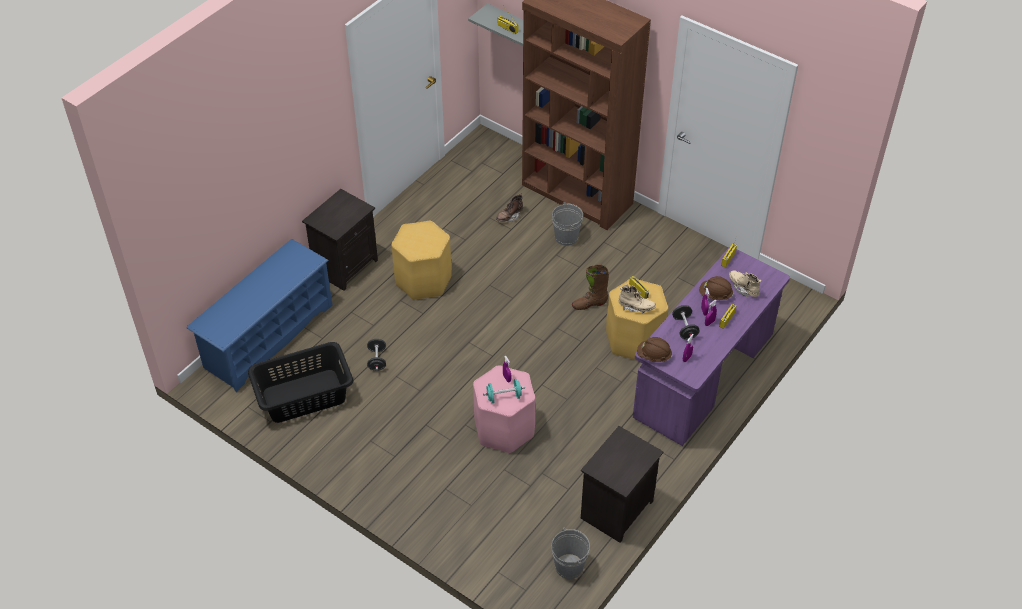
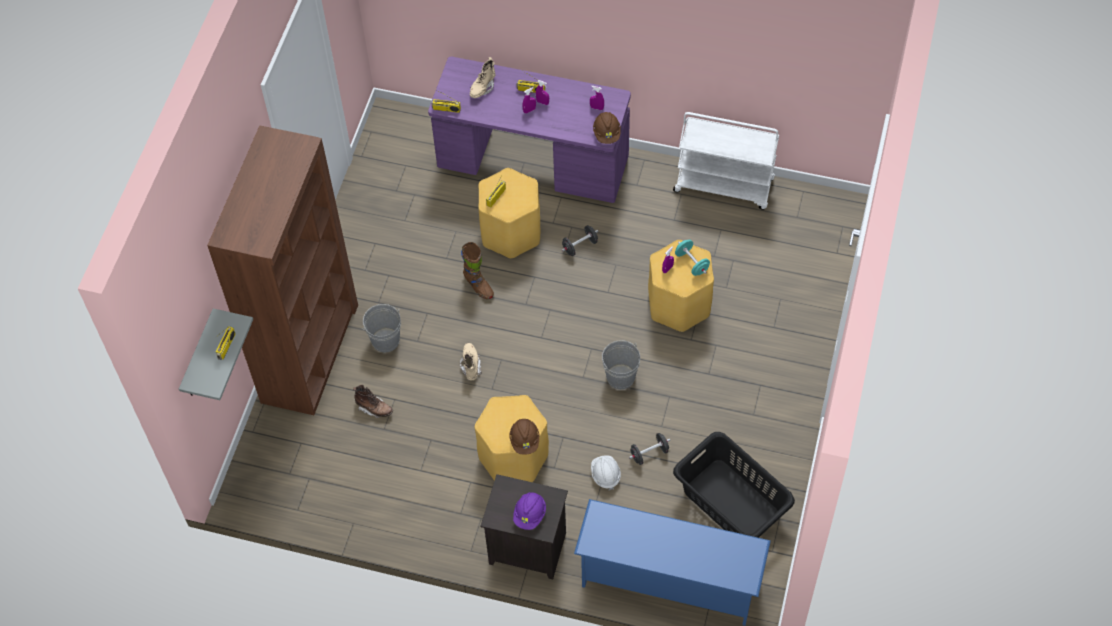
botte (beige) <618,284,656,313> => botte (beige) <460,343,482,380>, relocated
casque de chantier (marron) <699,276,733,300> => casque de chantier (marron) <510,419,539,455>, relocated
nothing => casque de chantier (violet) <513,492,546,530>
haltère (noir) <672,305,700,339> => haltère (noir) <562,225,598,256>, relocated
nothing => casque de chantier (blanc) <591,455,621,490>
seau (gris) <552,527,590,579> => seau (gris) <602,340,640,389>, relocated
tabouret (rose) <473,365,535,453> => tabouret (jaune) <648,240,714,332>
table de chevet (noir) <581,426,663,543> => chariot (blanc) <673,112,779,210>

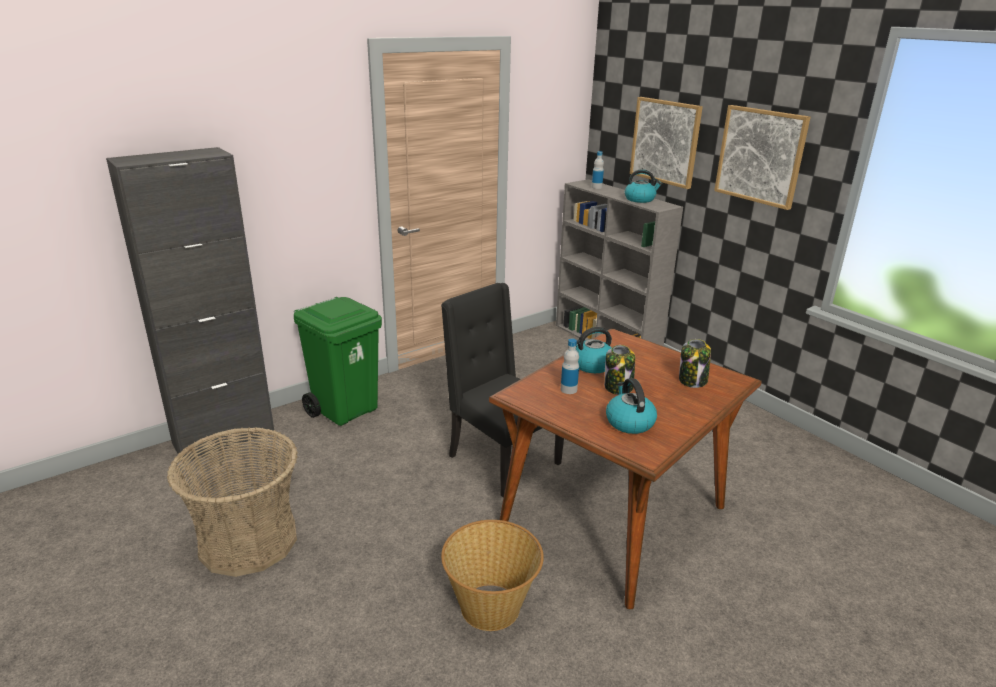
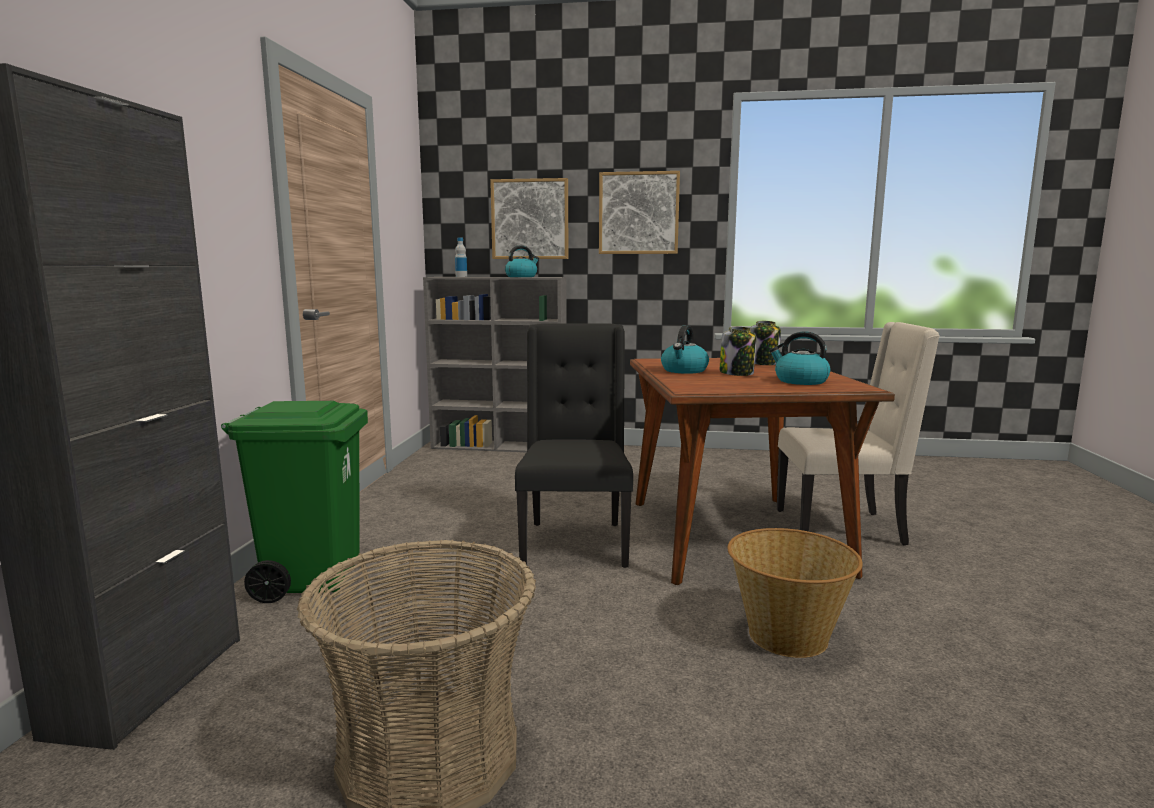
chaise (noir) <441,283,564,498> => chaise (noir) <515,323,633,568>, 90 degrees clockwise
nothing => chaise (beige) <777,322,940,546>
bouteille <561,339,579,394> => nothing

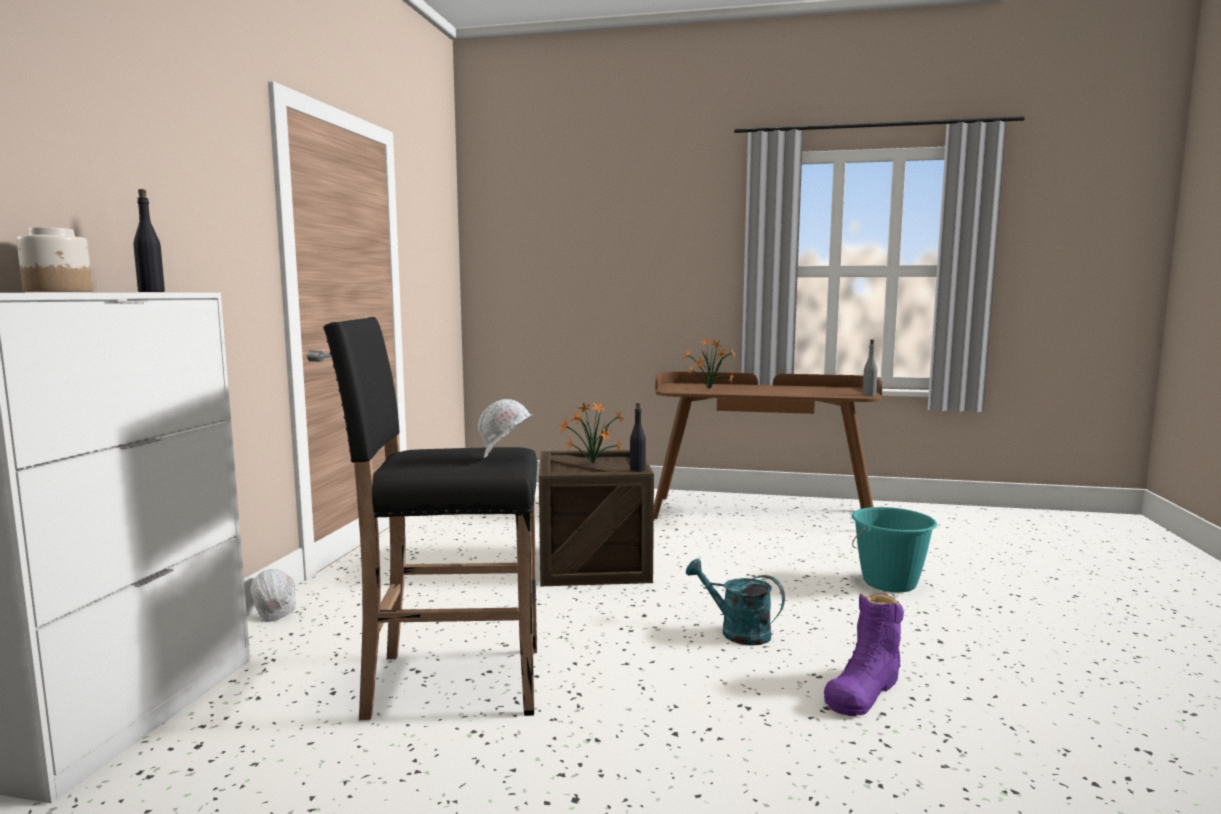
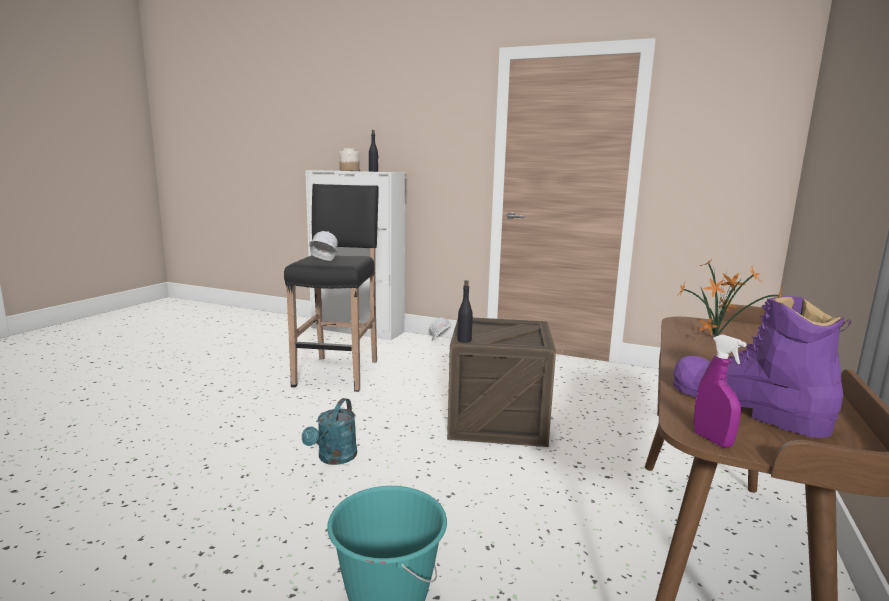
arrosoir (turquoise) <686,559,785,646> => arrosoir (turquoise) <302,398,357,465>, 150 degrees clockwise
botte (violet) <824,593,904,716> => botte (violet) <673,296,851,438>, relocated
bouteille (gris) <863,340,877,396> => vaporisateur (violet) <693,334,746,448>
plante en pot <559,402,624,464> => nothing

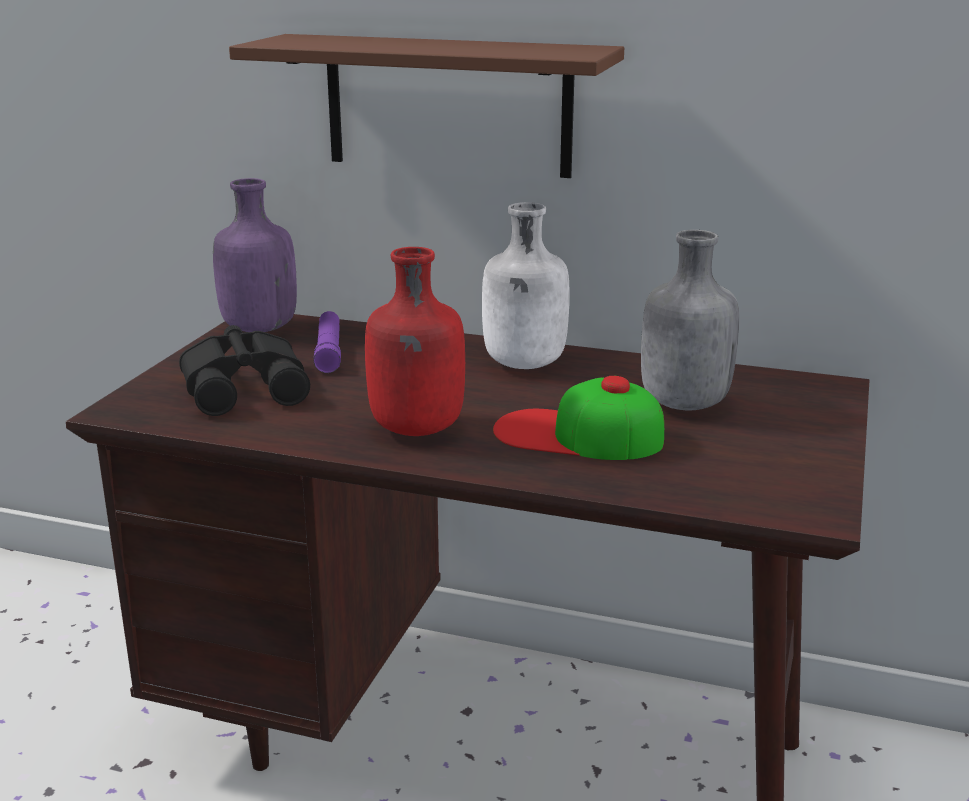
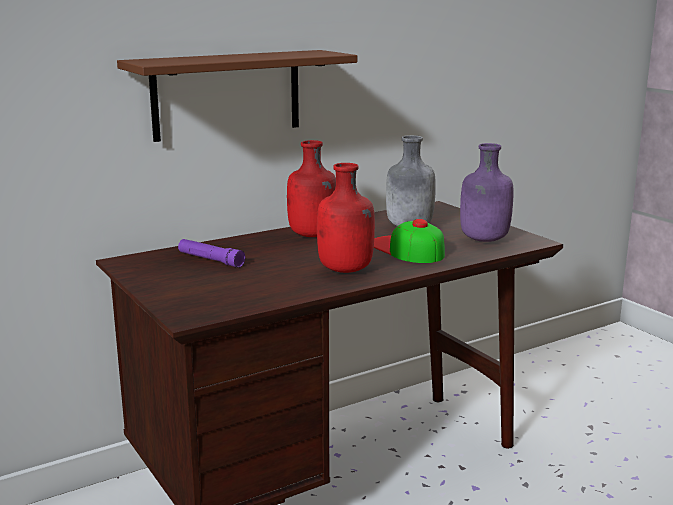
bouteille (blanc) <482,202,570,369> => bouteille (rouge) <287,140,336,237>
casquette <493,376,664,460> => casquette <374,219,445,263>, 90 degrees clockwise
bouteille (violet) <213,178,297,332> => bouteille (violet) <460,143,514,242>, relocated
jumelles (noir) <179,325,310,416> => nothing

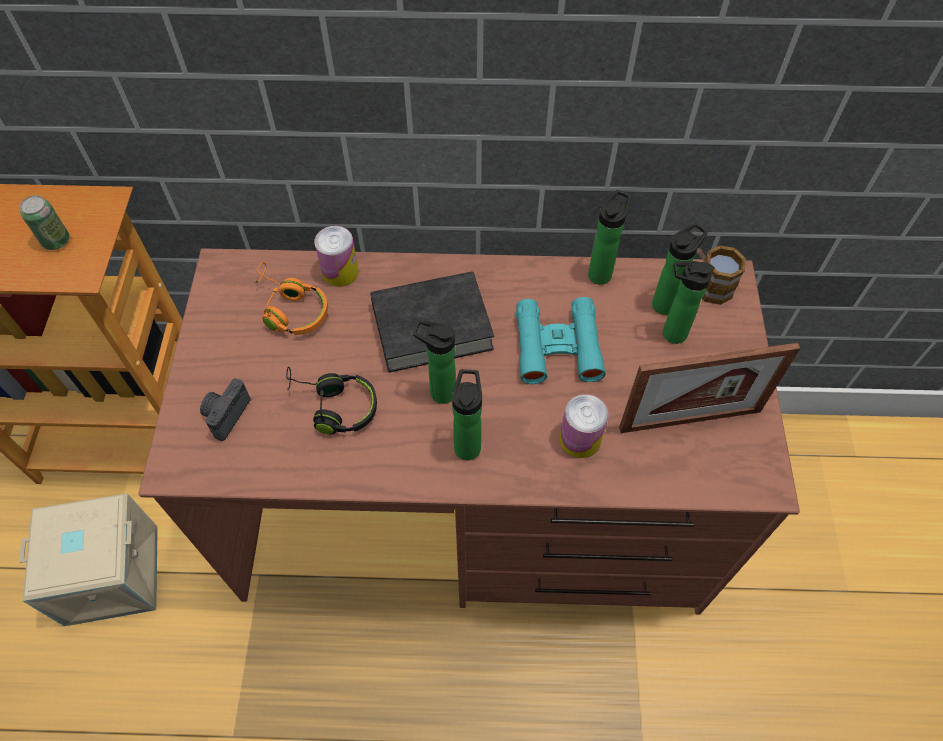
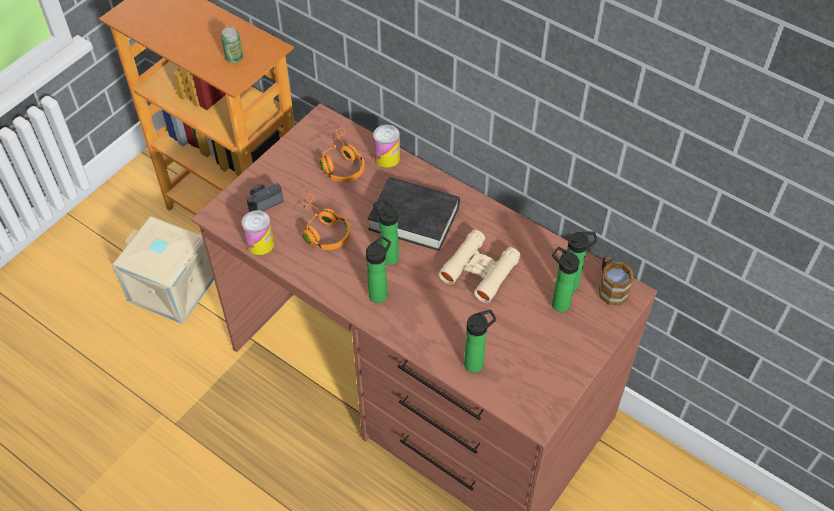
boîte métallique <560,394,609,458> => boîte métallique <242,210,274,255>, relocated
casque audio (noir) <286,367,377,434> => casque audio (orange) <302,194,351,250>
jumelles (turquoise) <516,297,606,384> => jumelles (beige) <438,230,521,303>
bouteille <588,190,631,285> => bouteille <464,309,496,373>, relocated
cadre photo <619,343,800,433> => nothing

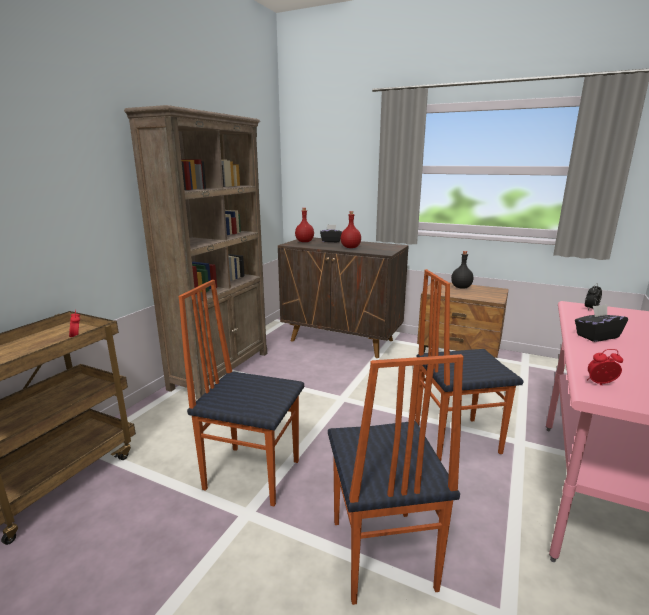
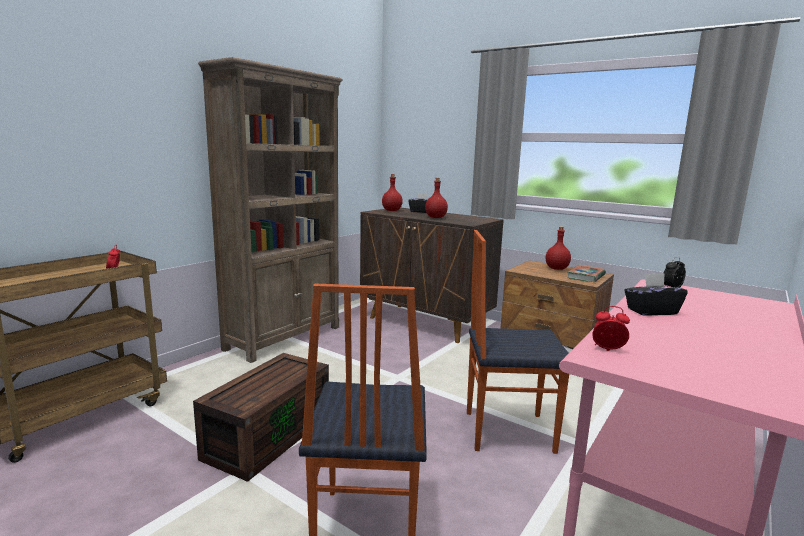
chaise <178,280,304,507> => boîte de rangement (marron) <193,353,329,482>
bouteille (noir) <451,251,473,289> => bouteille (rouge) <546,227,571,270>
nothing => livre <567,265,606,282>

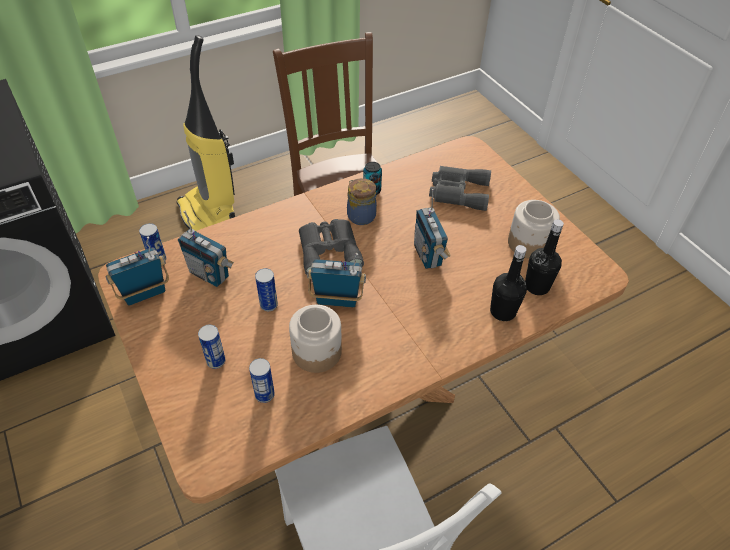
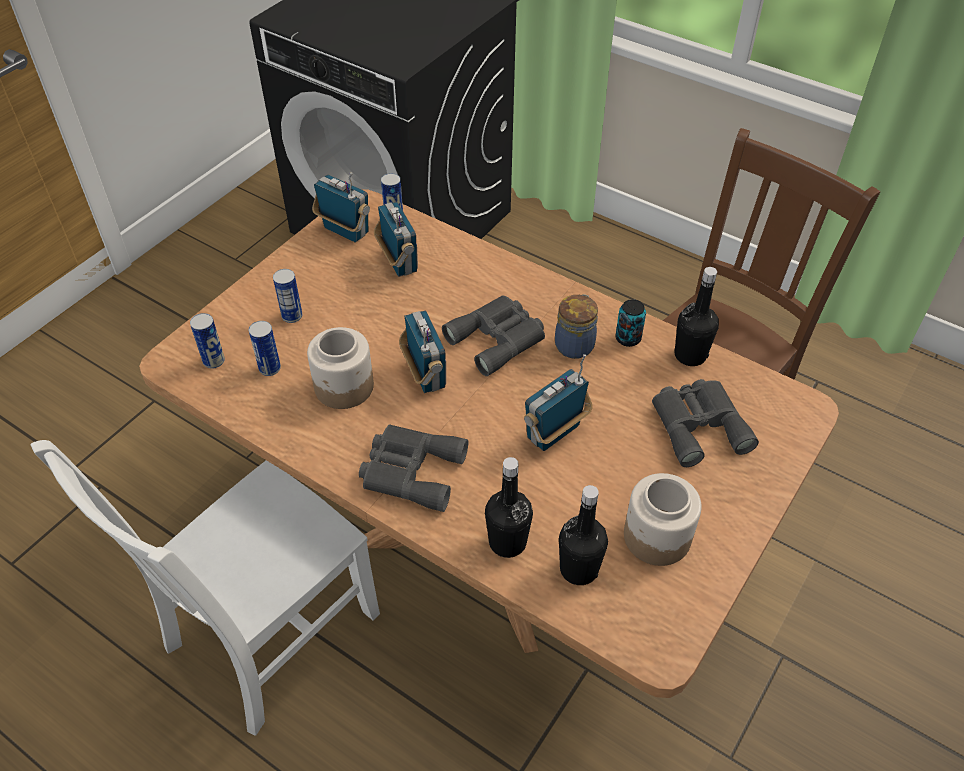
boîte métallique <255,268,278,311> => boîte métallique <190,313,225,369>, relocated
nothing => jumelles (gris) <359,424,468,512>
radio <178,211,234,287> => radio <374,202,418,277>, 150 degrees clockwise
nothing => bouteille (noir) <675,267,719,366>
aspirateur <177,35,235,231> => nothing

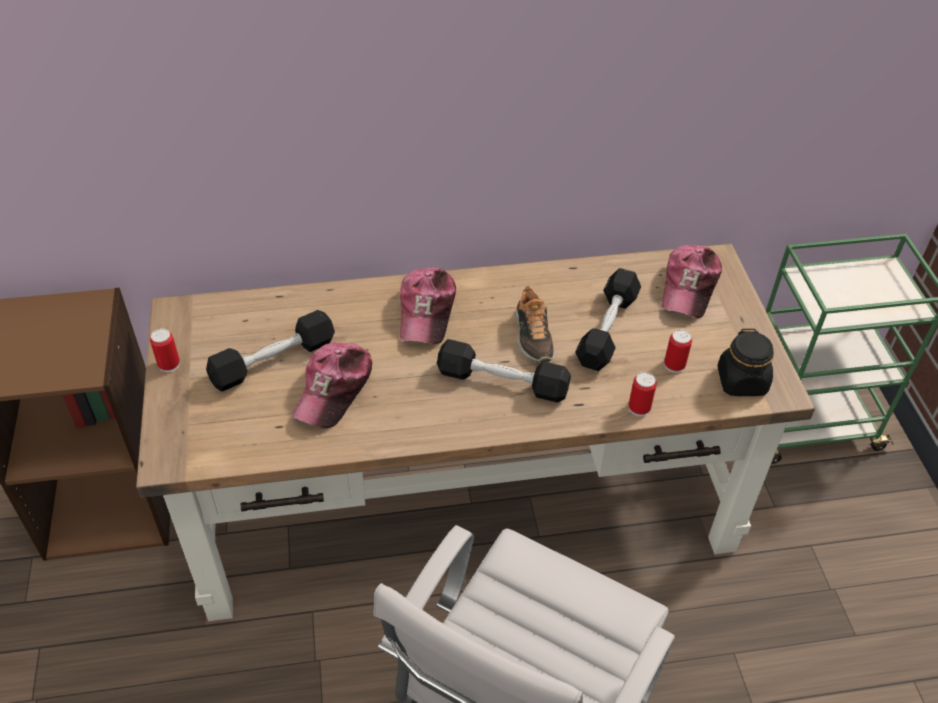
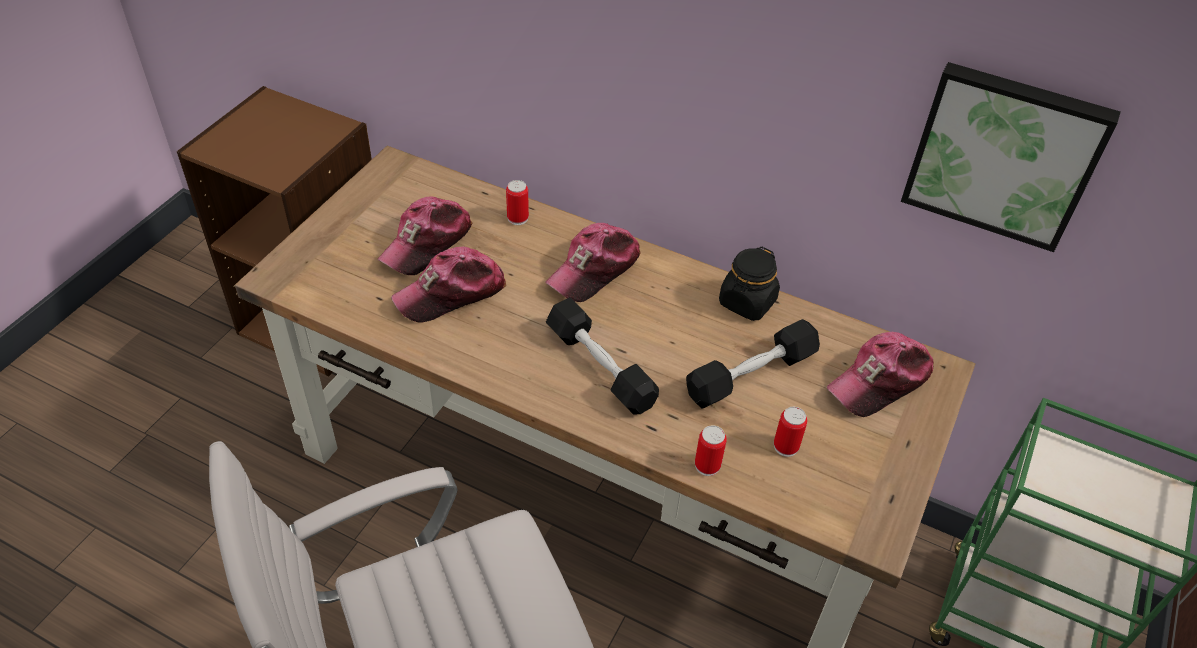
haltère (noir) <206,310,335,392> => casquette <377,196,472,275>
boîte métallique <150,328,180,372> => boîte métallique <506,180,529,225>, relocated
bocal (noir) <717,329,774,396> => bocal (noir) <719,247,780,321>, relocated
nothing => tableau <901,62,1121,252>
chaussure <516,286,555,362> => nothing

